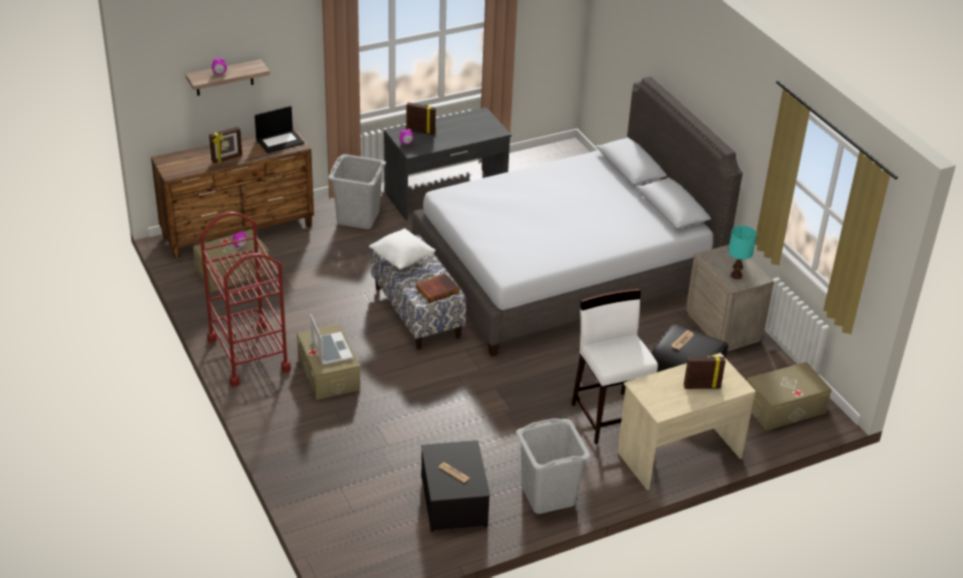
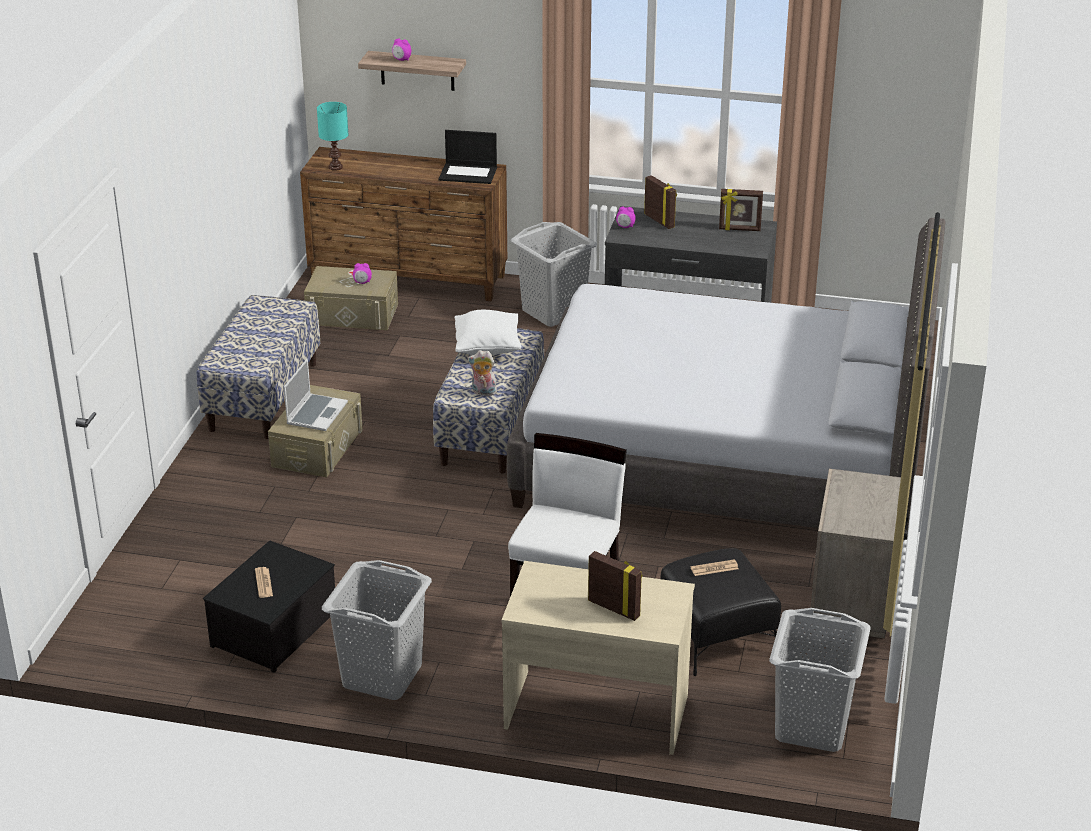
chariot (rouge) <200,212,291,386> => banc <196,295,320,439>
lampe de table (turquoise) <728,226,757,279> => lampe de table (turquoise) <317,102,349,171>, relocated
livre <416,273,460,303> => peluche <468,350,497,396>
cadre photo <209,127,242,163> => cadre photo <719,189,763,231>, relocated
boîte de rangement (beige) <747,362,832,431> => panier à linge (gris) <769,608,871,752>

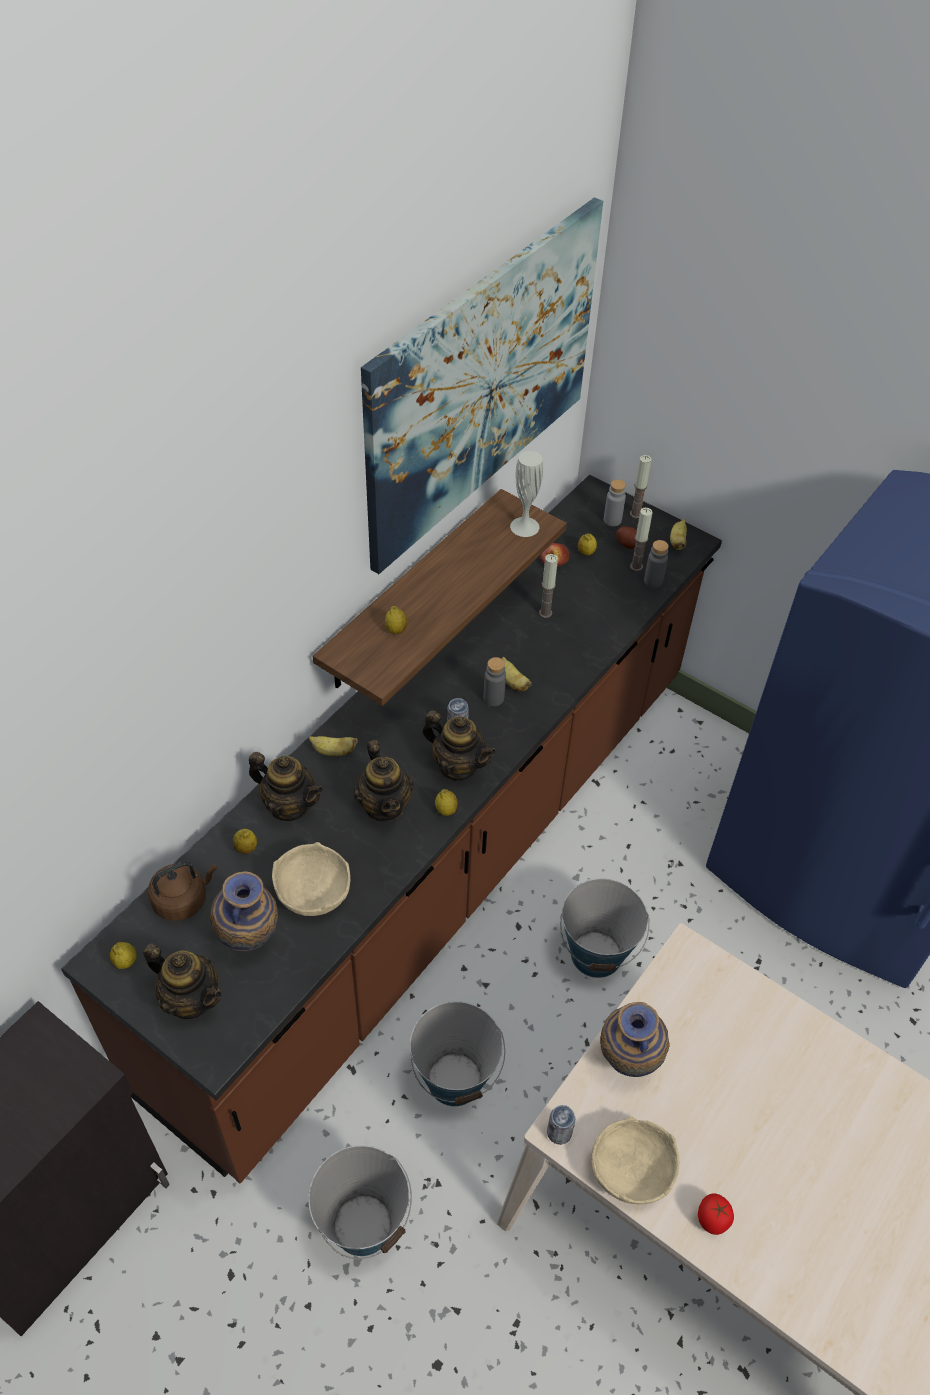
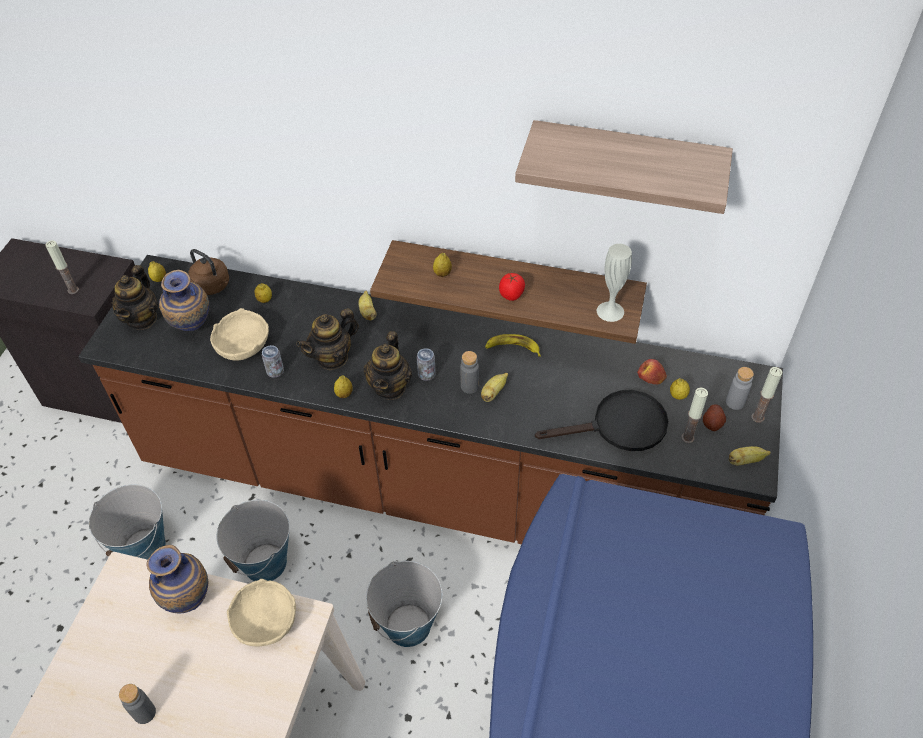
bougie <539,554,558,618> => bougie <45,241,79,294>, relocated
bouteille (gris) <644,540,669,588> => bouteille (gris) <119,684,156,724>, relocated
bol (beige) <591,1117,680,1204> => bol (beige) <227,579,296,646>, relocated
boîte métallique <547,1105,575,1145> => boîte métallique <262,345,284,378>, relocated
nothing => banane <485,334,541,357>
tomate <698,1194,734,1235> => tomate <499,273,525,301>, relocated
tableau <361,197,603,574> => étagère <515,120,733,214>
nothing => poêle (noir) <535,390,669,451>
théière <249,752,323,821> => nothing

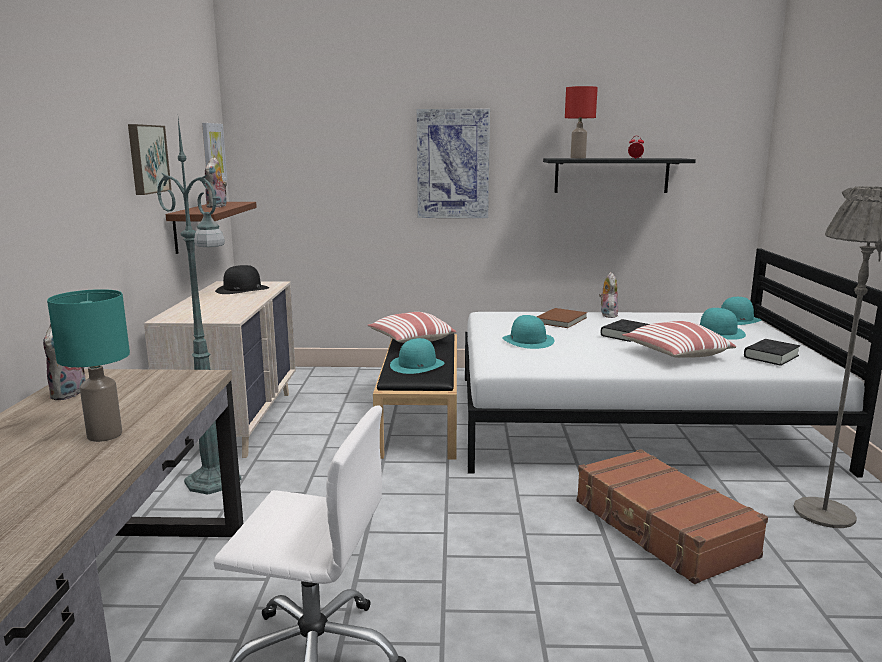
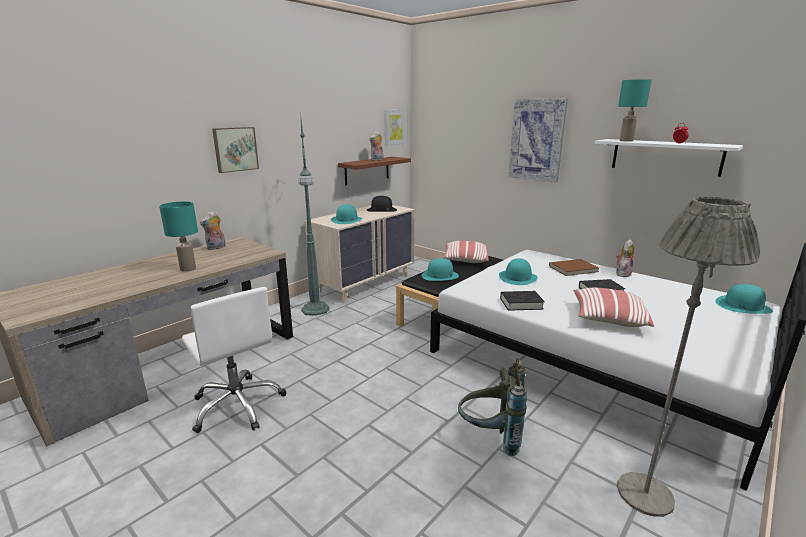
tableau <128,124,172,195> => tableau <212,127,259,173>, relocated
chapeau (turquoise) <700,308,746,340> => chapeau (turquoise) <331,204,362,224>, relocated
valise (marron) <577,449,768,584> => sac à dos (gris) <458,358,527,456>
livre (noir) <744,339,800,366> => livre (noir) <500,291,545,311>, relocated
étagère (noir) <543,158,696,193> => étagère (blanc) <594,139,743,177>
lampe de table (rouge) <565,86,598,159> => lampe de table (turquoise) <618,79,652,142>

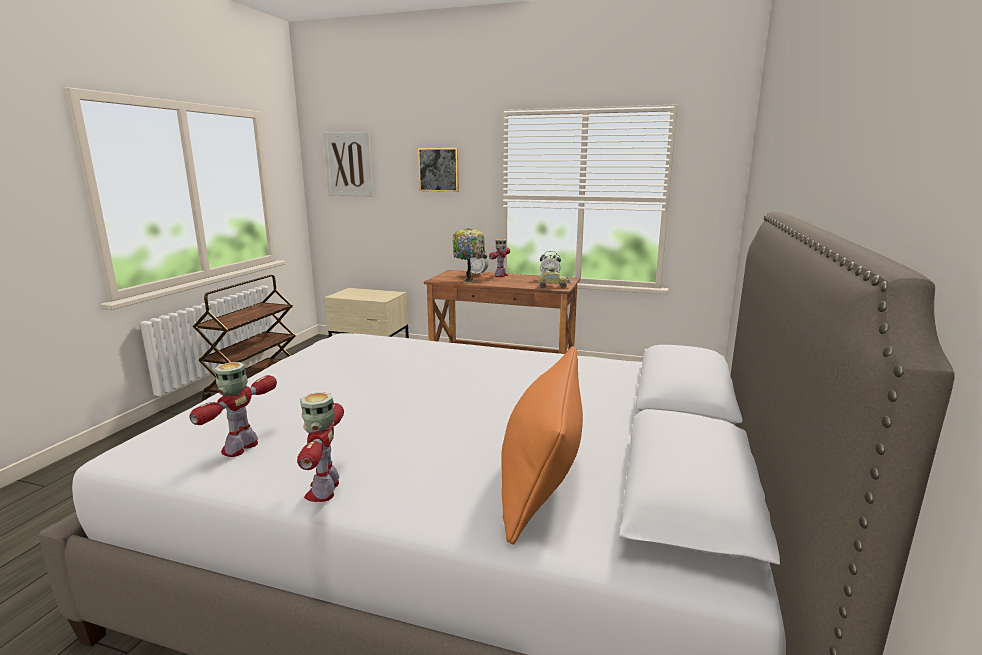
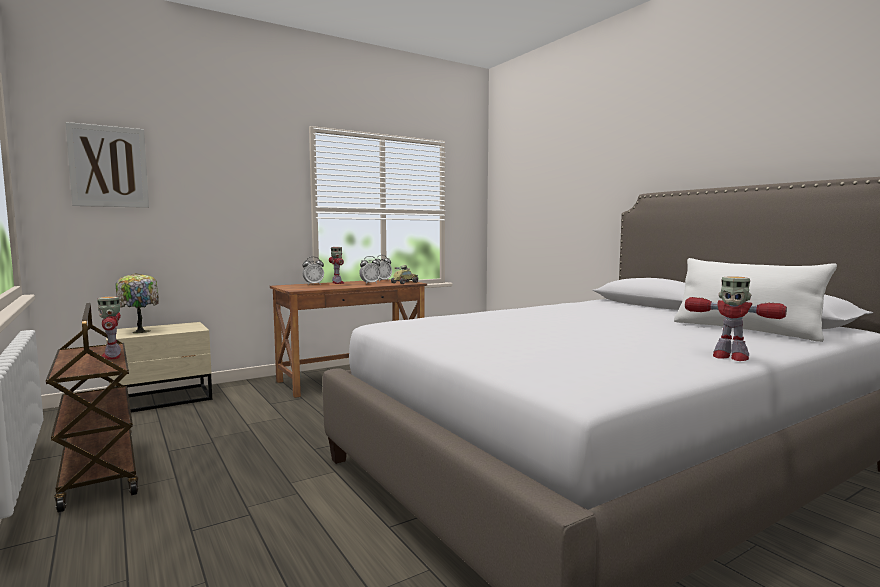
robot jouet <189,362,277,457> => robot jouet <97,296,121,360>, relocated
lampe de table <453,228,485,282> => lampe de table <116,273,159,333>, relocated
nothing => réveil <359,256,381,284>
coussin (orange) <501,346,583,545> => coussin (blanc) <674,258,837,342>
tableau <418,148,459,192> => nothing

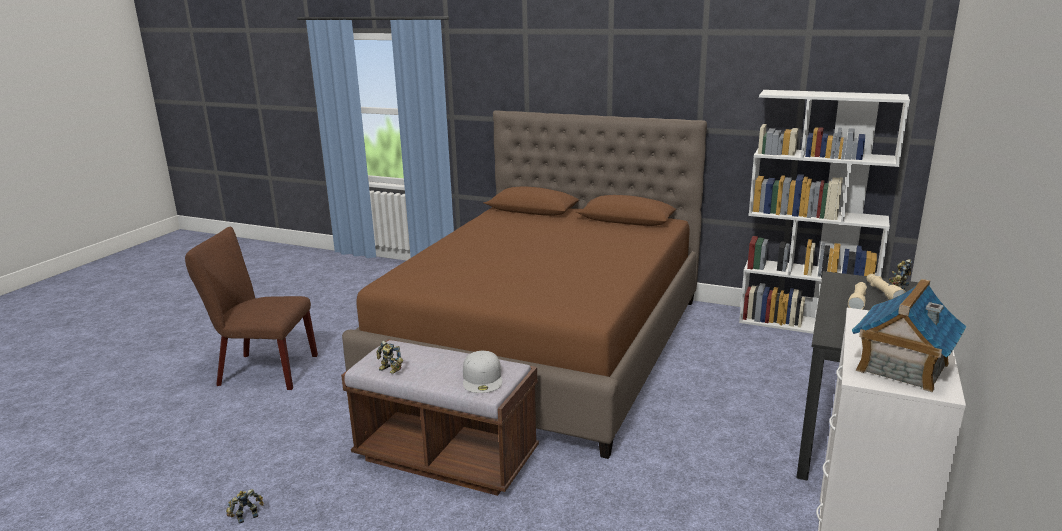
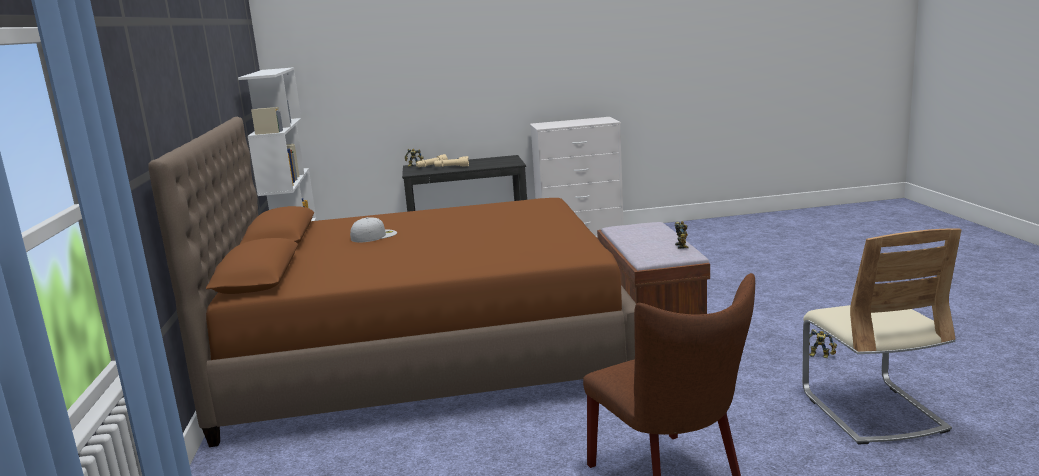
casquette (blanc) <463,351,502,393> => casquette (blanc) <350,217,397,242>, relocated
nothing => chaise (beige) <802,229,962,444>
maison miniature <852,279,966,393> => nothing

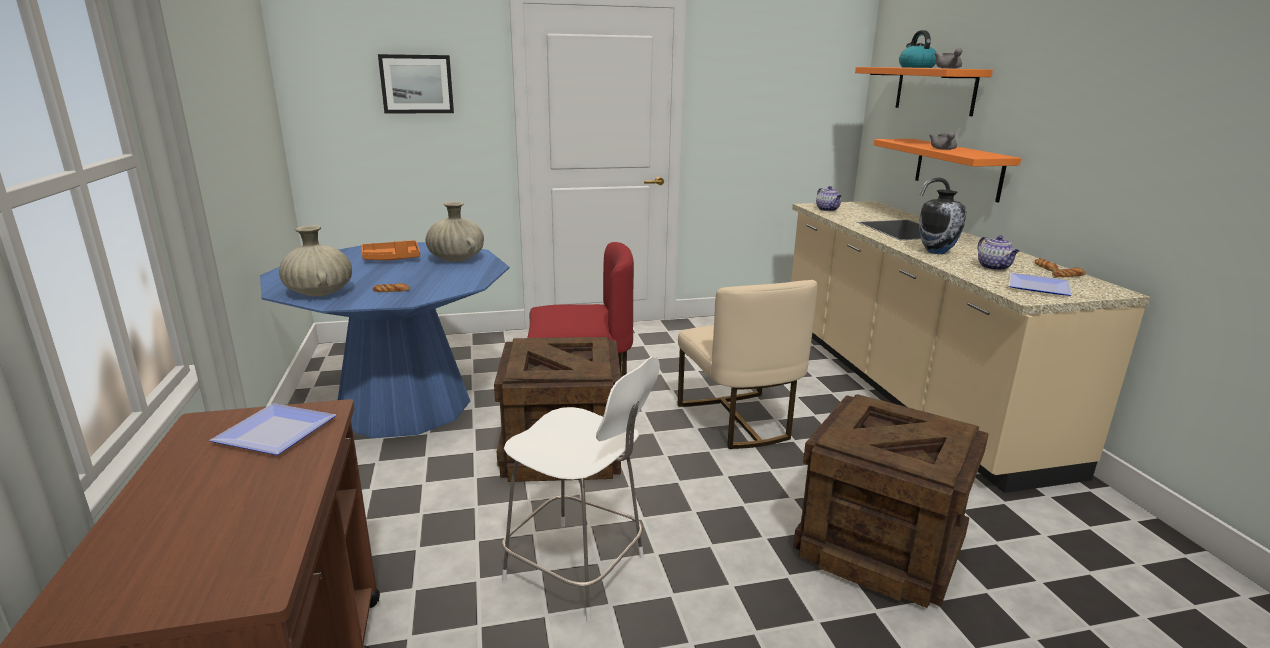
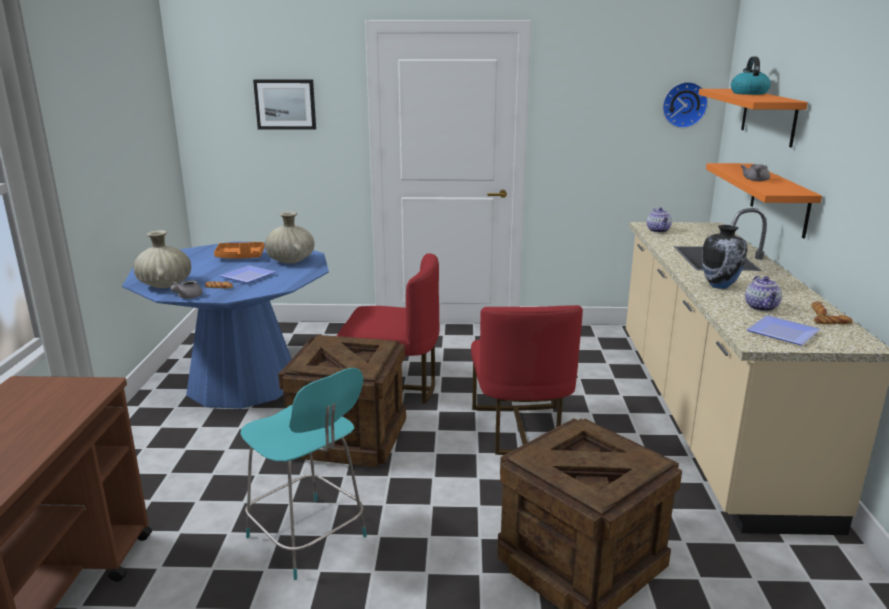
théière (gris) <934,48,962,68> => théière (gris) <170,280,203,299>, relocated
assiette <209,403,336,455> => assiette <220,265,276,283>, relocated
tabouret (blanc) <502,357,660,621> => tabouret (turquoise) <240,368,367,580>
chaise (beige) <677,280,818,449> => chaise (rouge) <471,305,583,455>
nothing => horloge murale <662,82,708,128>

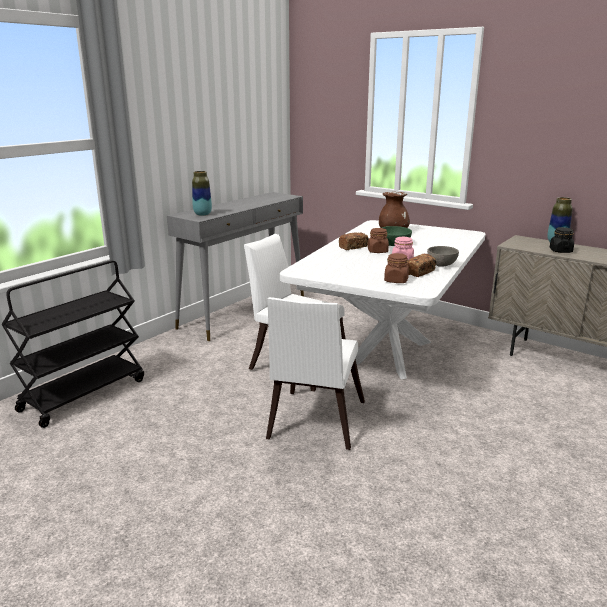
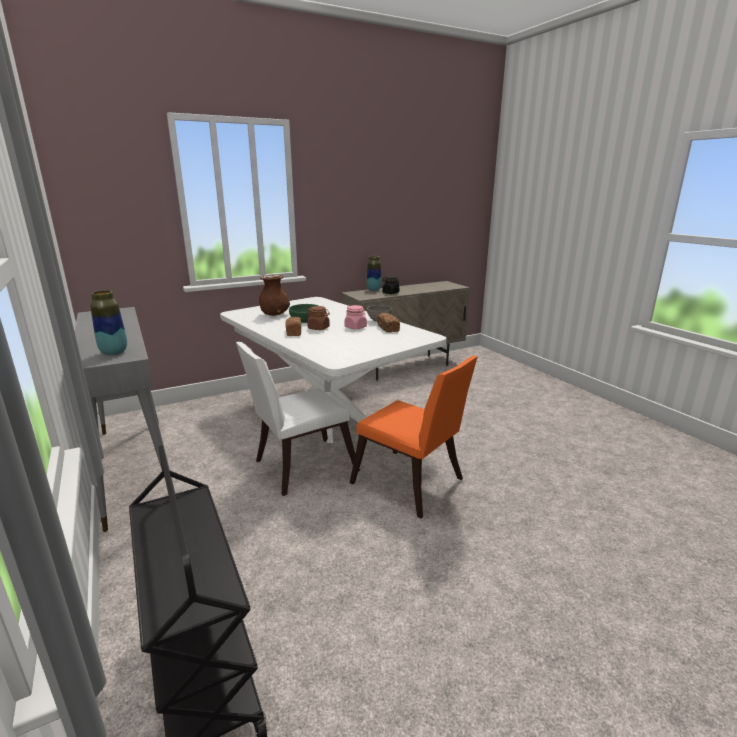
chaise (blanc) <266,297,365,450> => chaise (orange) <350,356,478,519>
bocal (marron) <384,253,409,283> => nothing

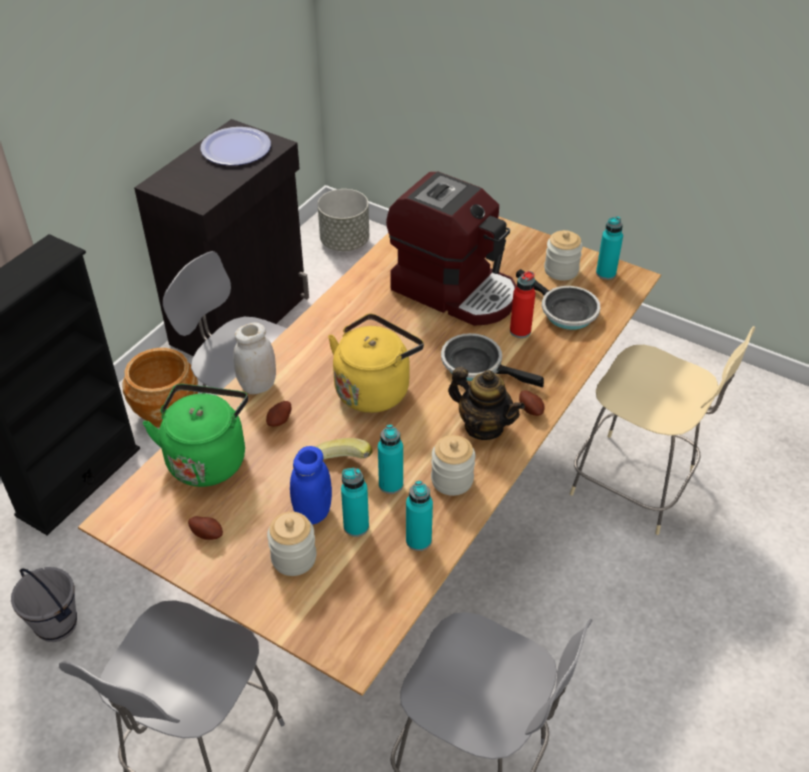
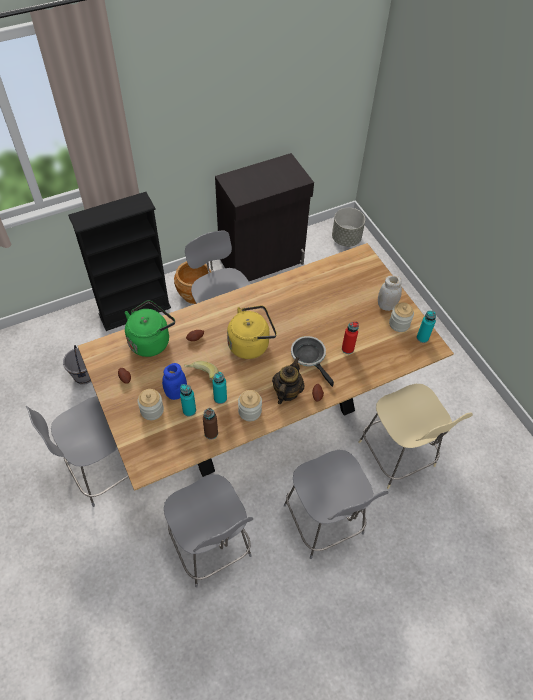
bouteille (turquoise) <406,481,433,551> => bouteille (marron) <203,408,218,439>
théière <448,367,525,440> => théière <272,357,304,404>, 135 degrees counterclockwise
nothing => chaise (gris) <284,450,389,559>
bocal (blanc) <233,322,276,394> => bocal (blanc) <378,276,402,311>, relocated
assiette <200,127,271,165> => nothing
machine à café <386,172,516,326> => nothing
poêle <516,269,600,330> => nothing

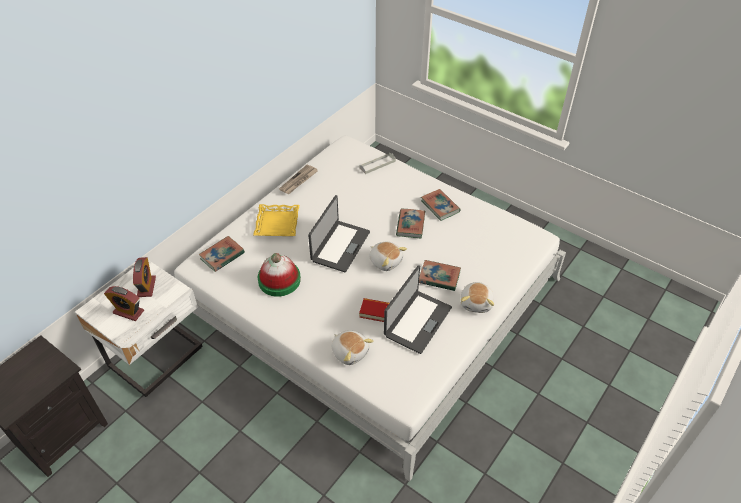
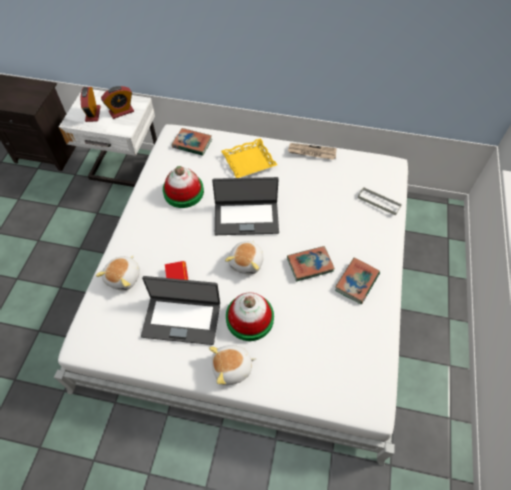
livre <419,260,461,291> => chapeau <226,293,274,341>

